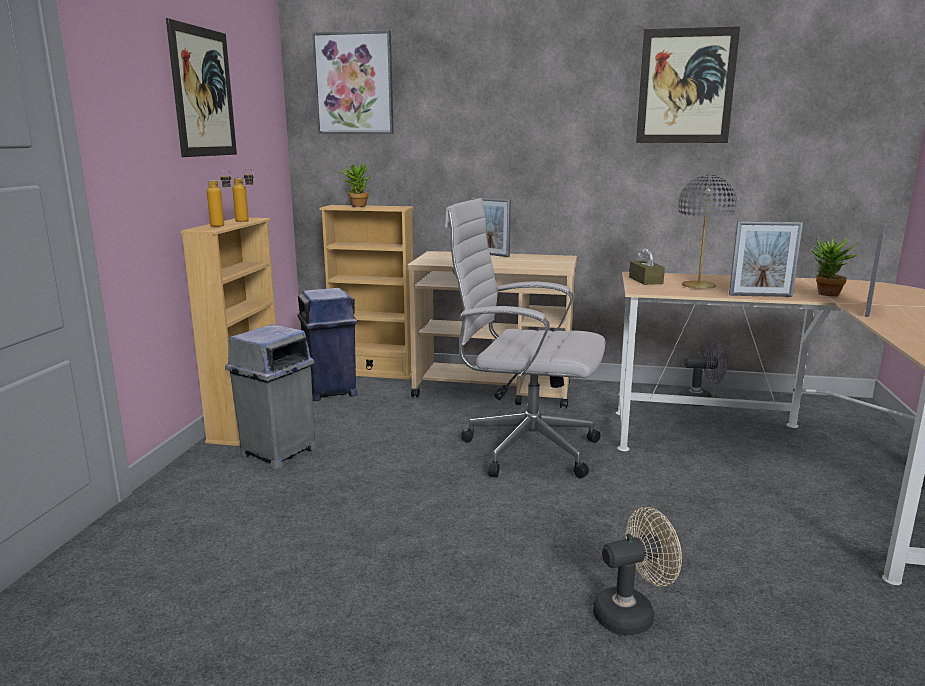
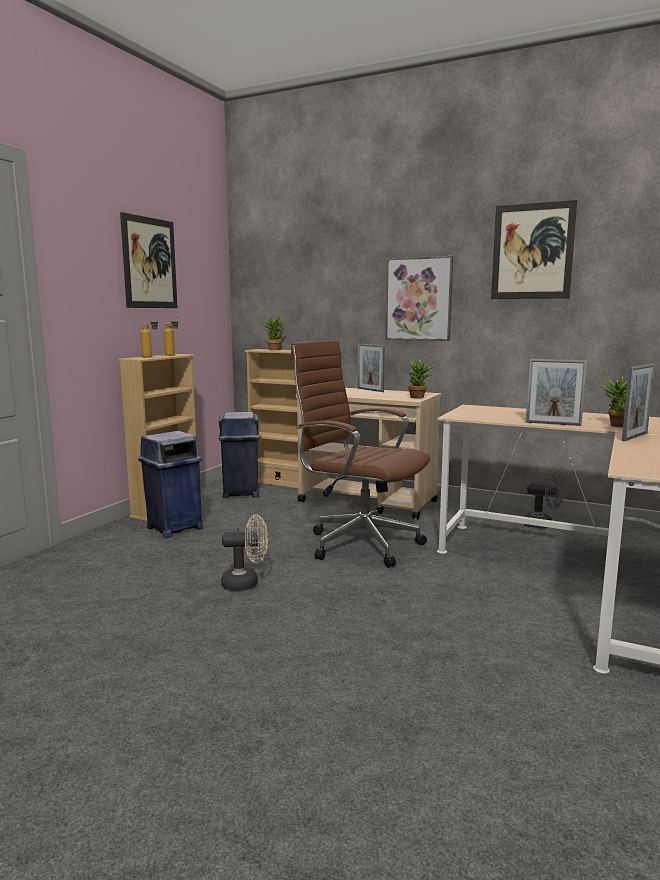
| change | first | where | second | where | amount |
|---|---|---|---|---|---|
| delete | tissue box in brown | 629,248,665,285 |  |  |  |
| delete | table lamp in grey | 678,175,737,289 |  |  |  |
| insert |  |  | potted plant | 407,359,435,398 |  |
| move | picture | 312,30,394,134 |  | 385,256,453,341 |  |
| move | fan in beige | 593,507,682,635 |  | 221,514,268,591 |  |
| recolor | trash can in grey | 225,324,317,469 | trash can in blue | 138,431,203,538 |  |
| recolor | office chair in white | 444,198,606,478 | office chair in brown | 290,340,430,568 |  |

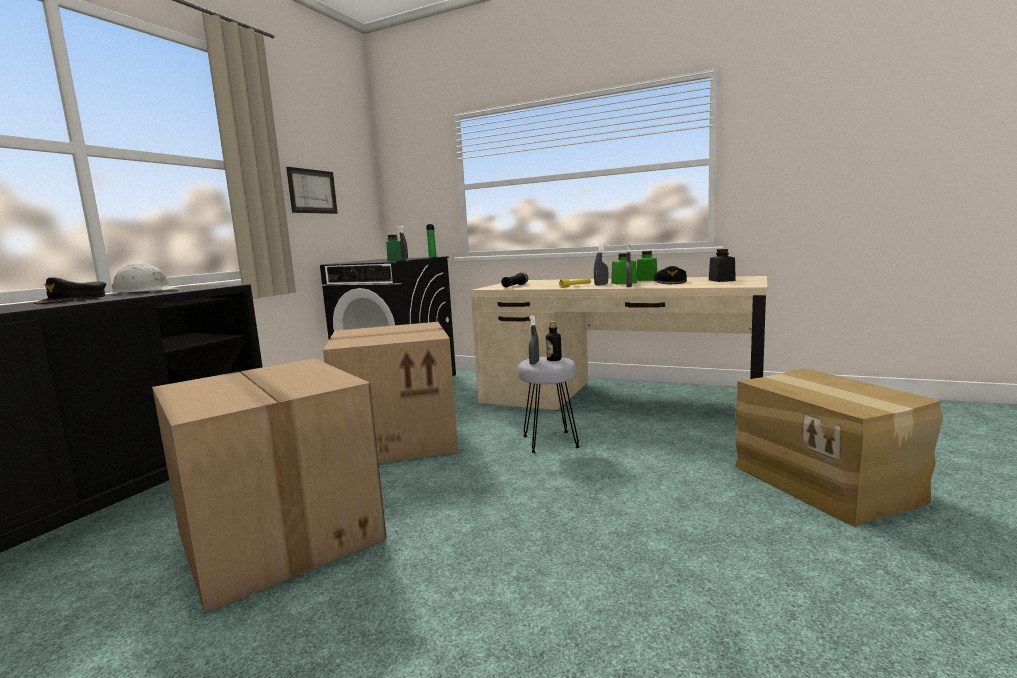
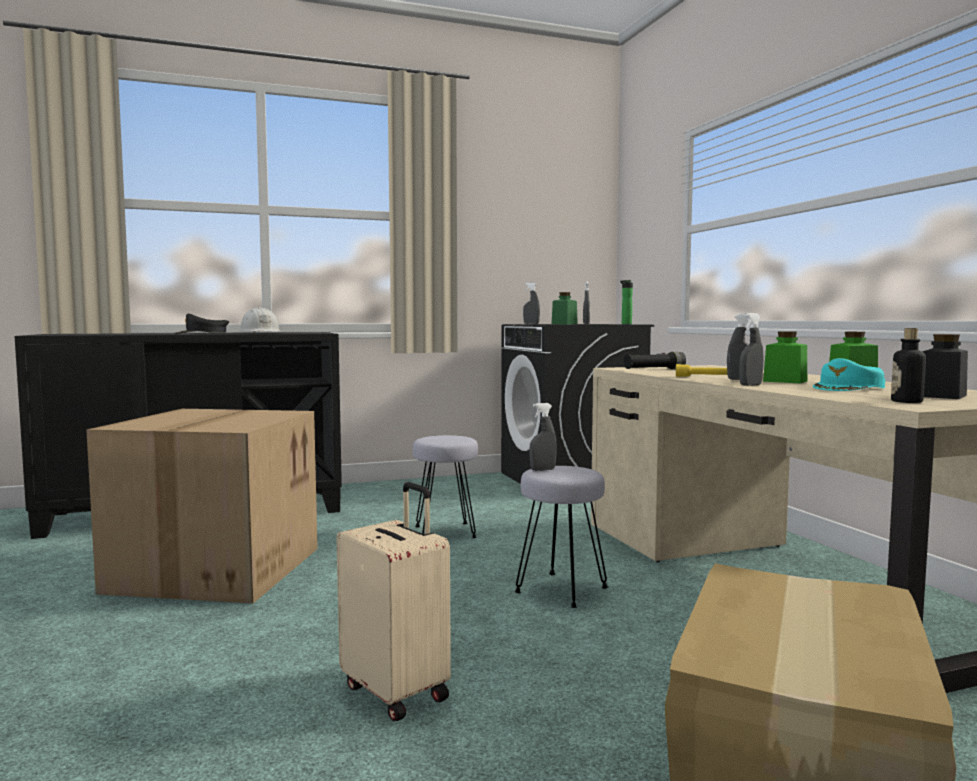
| change | first | where | second | where | amount |
|---|---|---|---|---|---|
| delete | picture | 286,167,338,214 |  |  |  |
| insert |  |  | suitcase in beige | 336,482,451,721 |  |
| insert |  |  | spray bottle in grey | 523,282,540,324 |  |
| move | bottle | 546,321,562,361 |  | 891,328,926,403 |  |
| replace | cardboard box | 323,322,458,463 | stool in grey | 413,435,478,539 |  |
| recolor | cap in black | 653,266,687,284 | cap in turquoise | 813,358,885,391 |  |

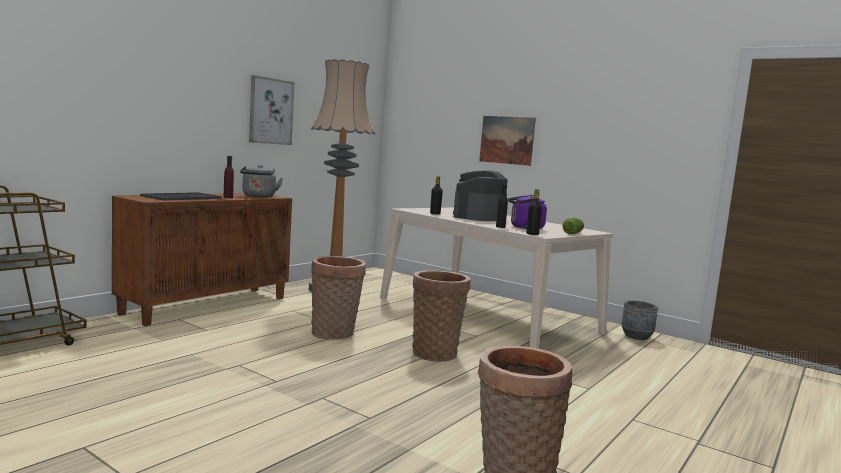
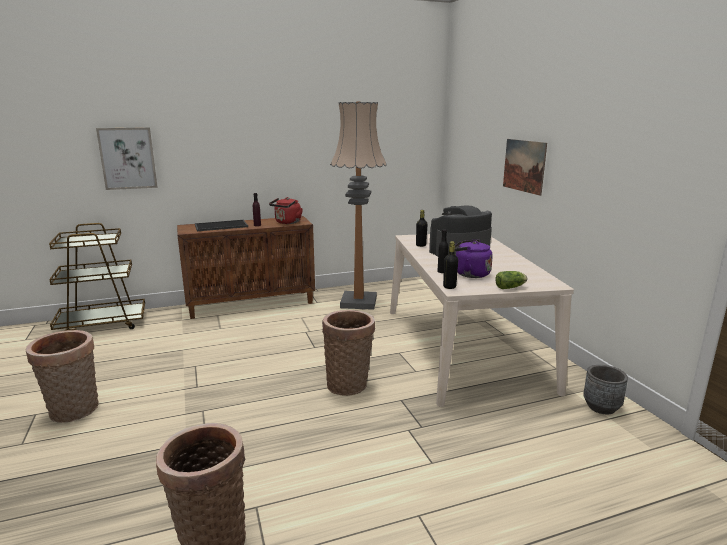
| change | first | where | second | where | amount |
|---|---|---|---|---|---|
| move | picture | 249,75,295,145 |  | 96,127,158,190 |  |
| move | basket | 311,256,366,340 |  | 26,330,99,423 |  |
| recolor | kettle in grey | 240,165,283,197 | kettle in red | 269,197,303,224 |  |

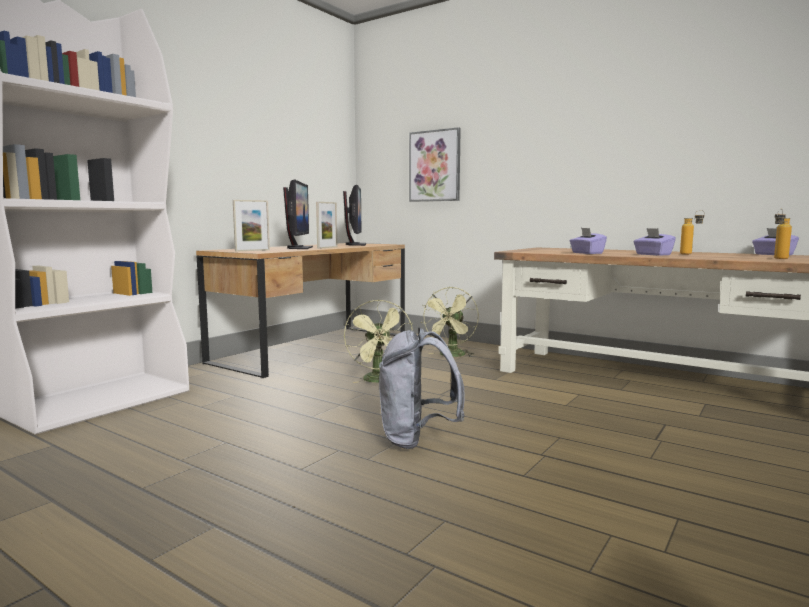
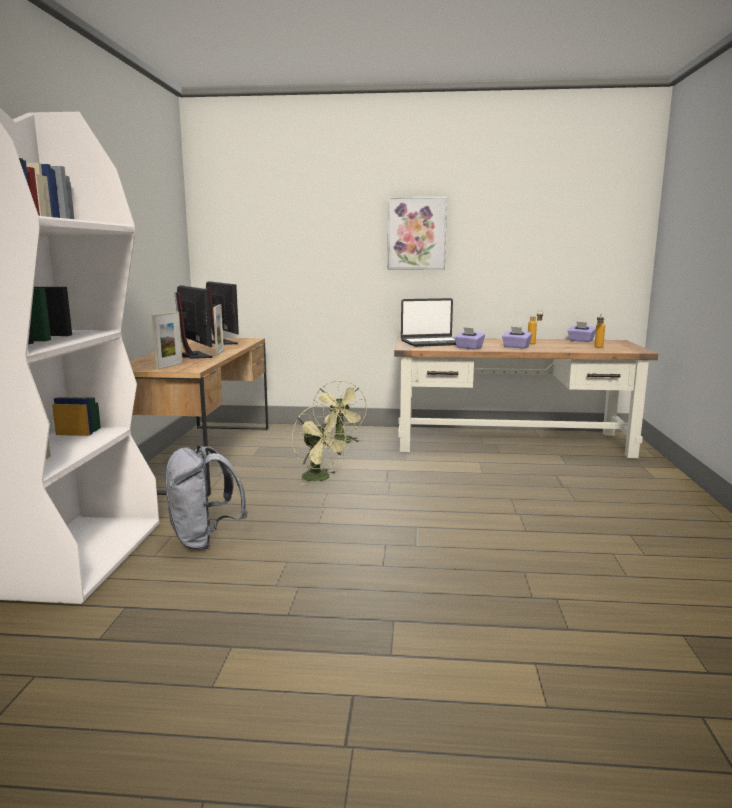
| change | first | where | second | where | amount |
|---|---|---|---|---|---|
| insert |  |  | laptop | 401,298,456,347 |  |
| move | backpack in grey | 379,328,465,449 |  | 165,445,248,550 |  |
| move | picture | 409,127,461,202 |  | 388,197,447,270 |  |

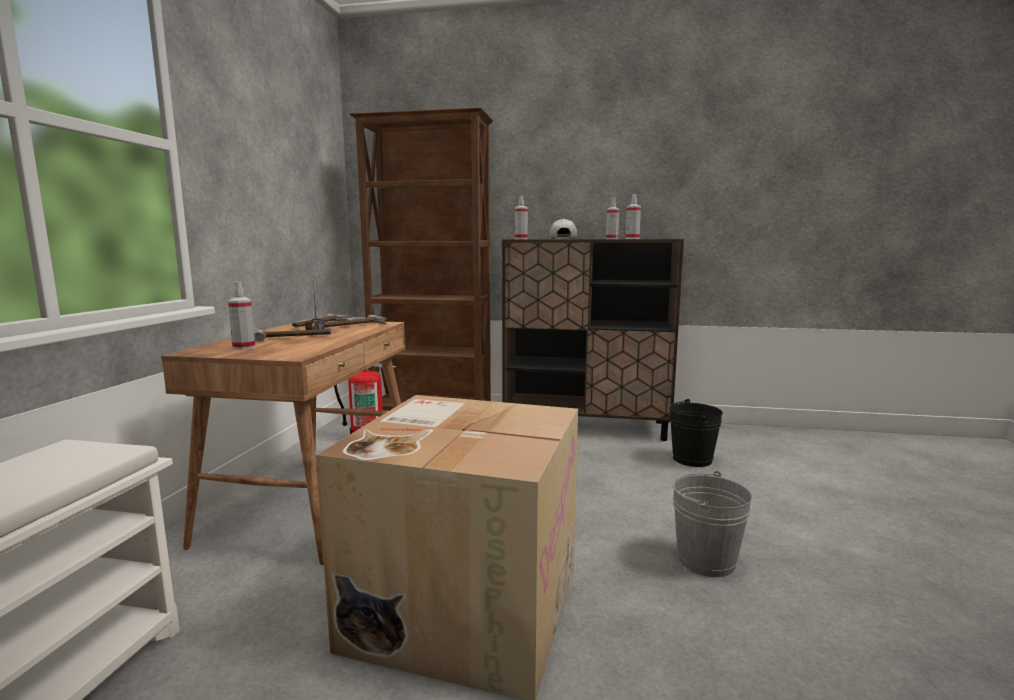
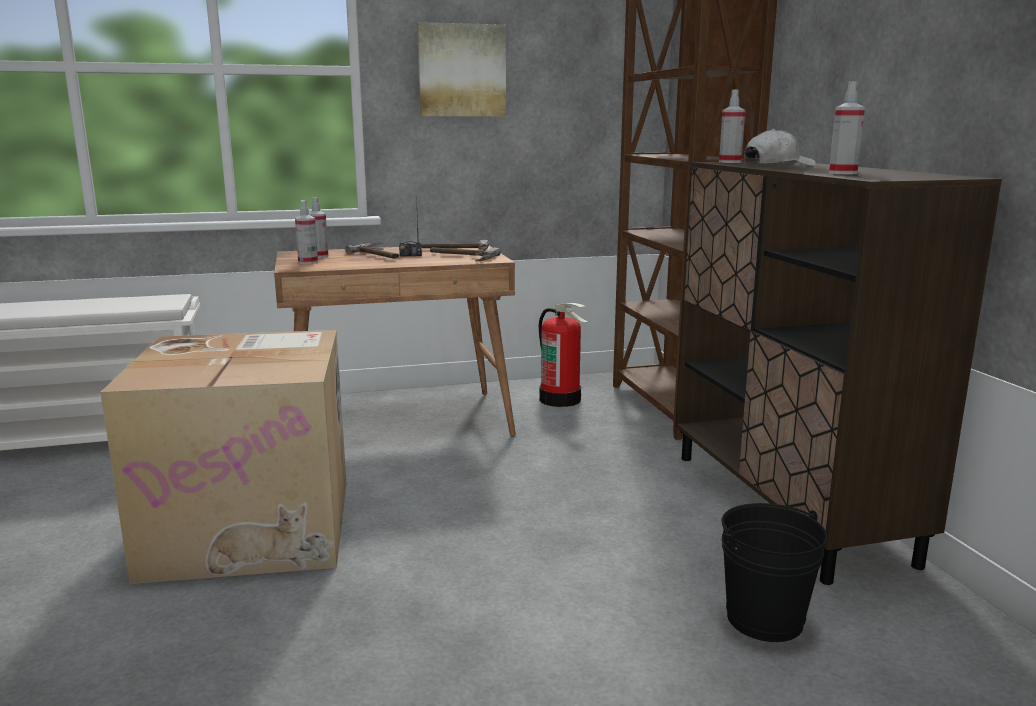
| change | first | where | second | where | amount |
|---|---|---|---|---|---|
| delete | bucket in grey | 672,471,752,577 |  |  |  |
| insert |  |  | picture | 417,22,506,116 |  |
| move | spray bottle | 606,197,619,239 |  | 295,200,318,264 |  |

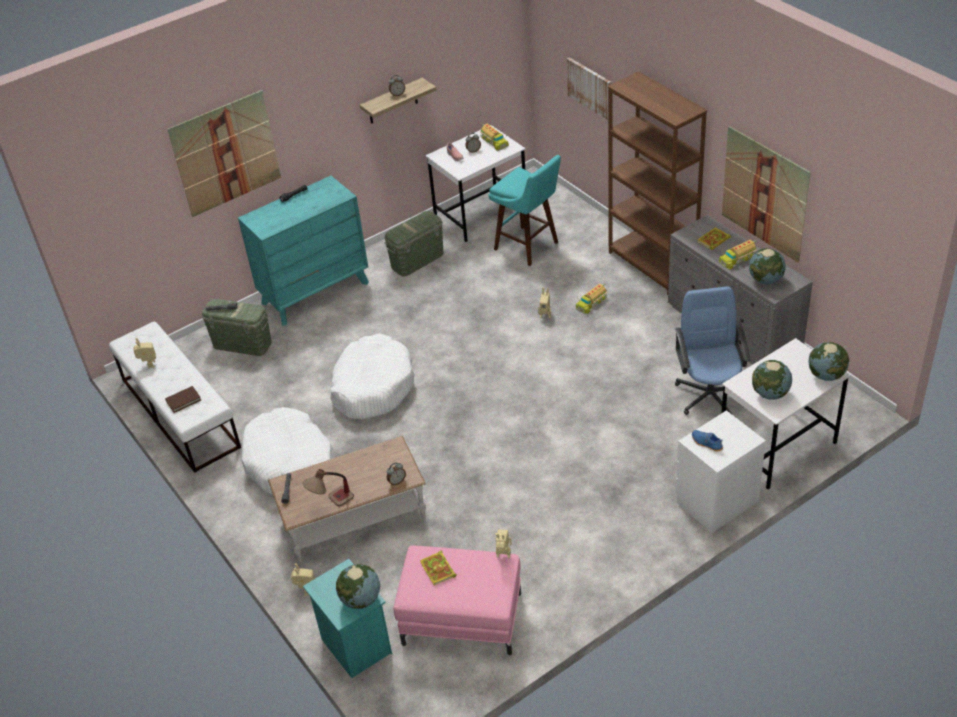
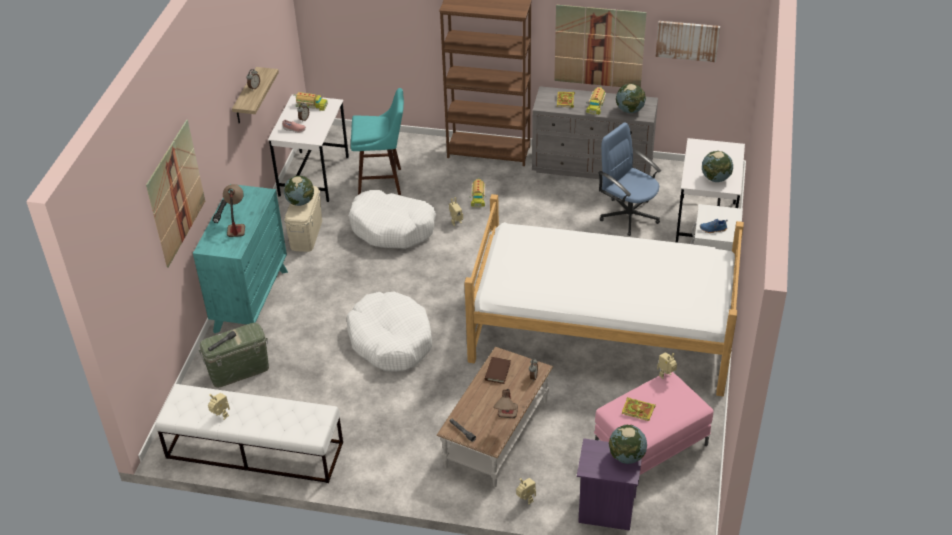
| change | first | where | second | where | amount |
|---|---|---|---|---|---|
| insert |  |  | table lamp | 223,184,245,237 |  |
| insert |  |  | bed | 464,194,744,396 |  |
| move | book in brown | 165,386,201,413 |  | 485,357,511,384 |  |
| move | dog bed in white | 242,407,334,495 |  | 349,190,436,249 |  |
| move | picture | 567,57,611,120 |  | 655,21,720,62 |  |
| move | globe | 808,342,849,381 |  | 284,176,314,206 |  |
| recolor | nightstand in turquoise | 303,559,392,678 | nightstand in purple | 577,438,642,531 |  |
| recolor | storage box in green | 384,211,443,276 | storage box in beige | 284,186,322,252 |  |

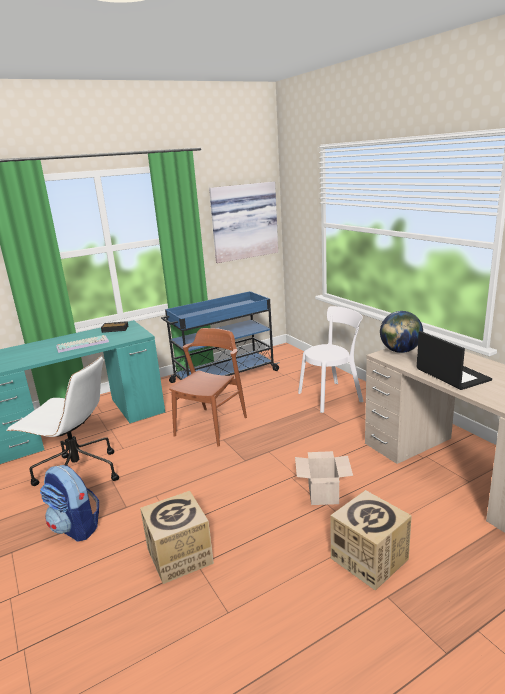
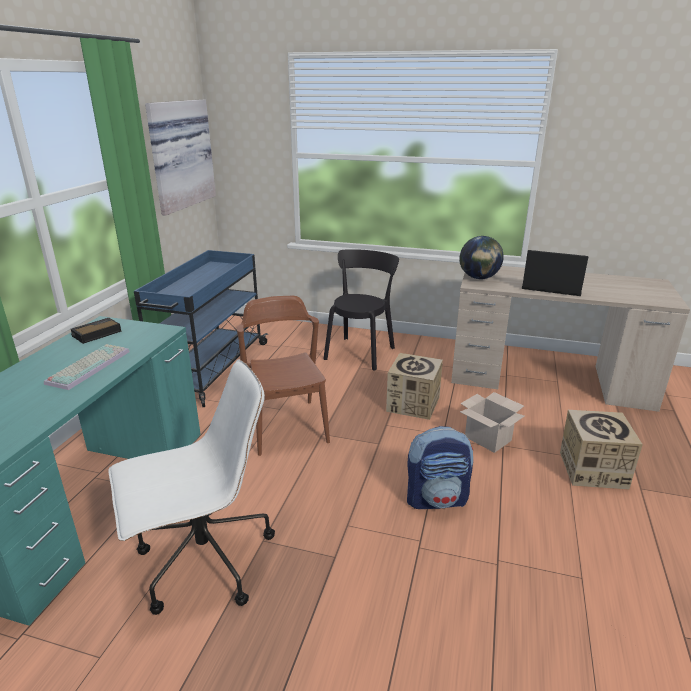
| change | first | where | second | where | amount |
|---|---|---|---|---|---|
| move | backpack | 40,465,99,542 |  | 407,426,473,509 |  |
| move | cardboard box | 140,491,214,584 |  | 386,353,443,420 |  |
| recolor | chair in white | 298,306,363,413 | chair in black | 323,249,399,371 |  |

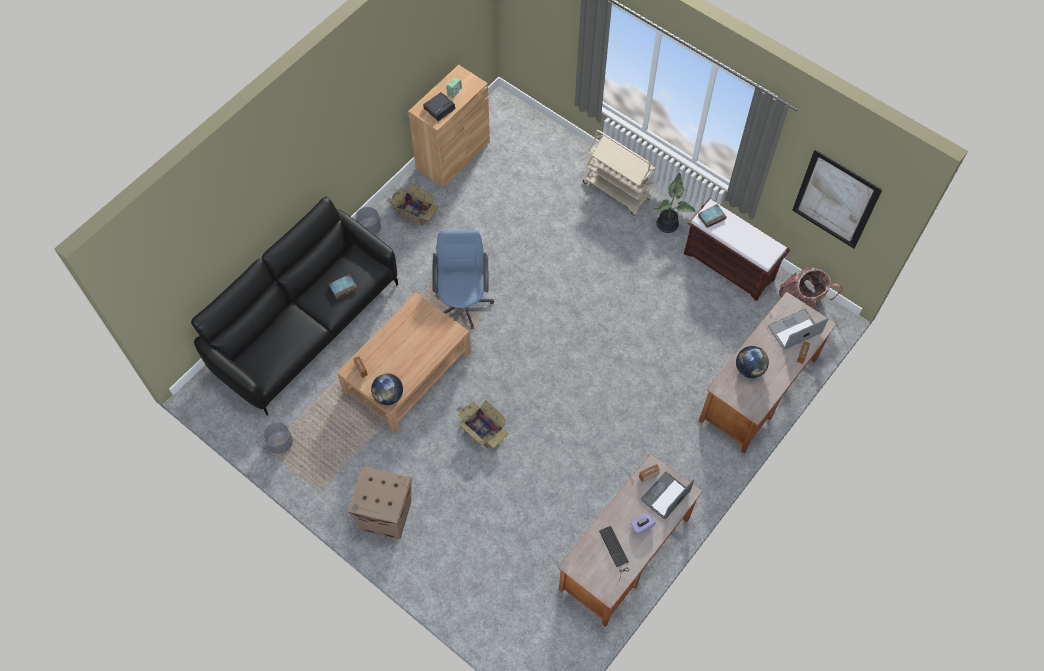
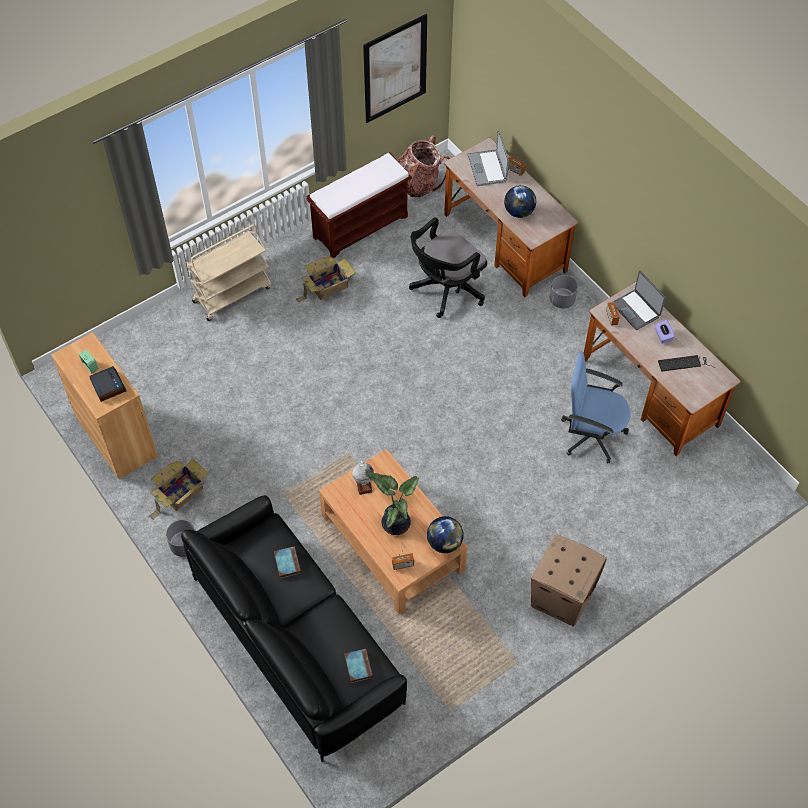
| change | first | where | second | where | amount |
|---|---|---|---|---|---|
| insert |  |  | globe | 352,461,374,495 |  |
| insert |  |  | office chair in black | 409,217,487,318 |  |
| move | planter in grey | 263,422,293,454 |  | 550,275,578,309 |  |
| move | office chair in blue | 433,230,494,329 |  | 561,352,631,463 |  |
| move | cardboard box | 457,400,509,448 |  | 296,257,356,303 |  |
| move | potted plant | 653,173,696,233 |  | 366,473,419,535 |  |
| move | book | 698,204,727,228 |  | 344,649,373,683 |  |

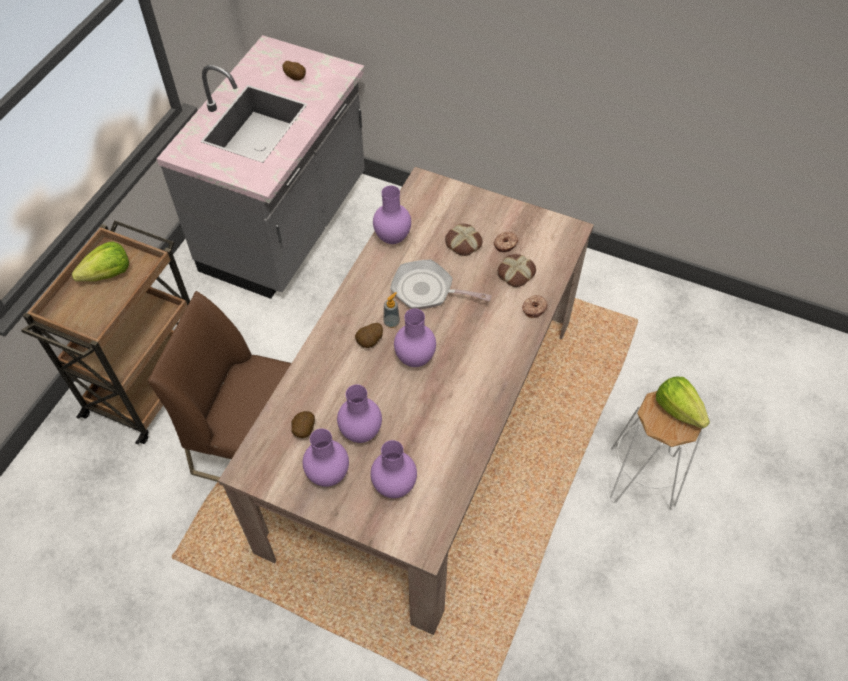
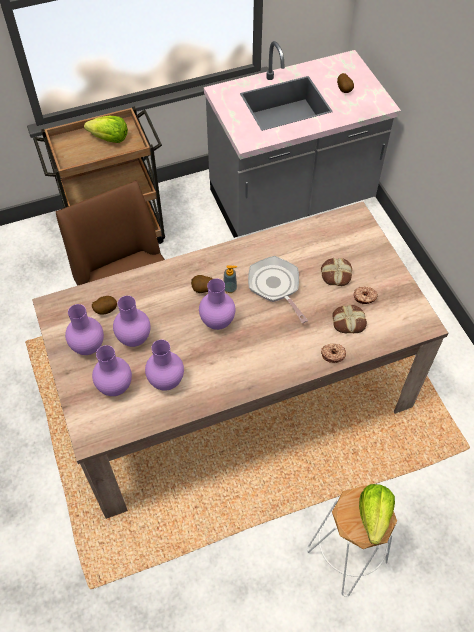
| change | first | where | second | where | amount |
|---|---|---|---|---|---|
| move | vase in purple | 373,186,411,244 |  | 145,340,184,391 |  |

